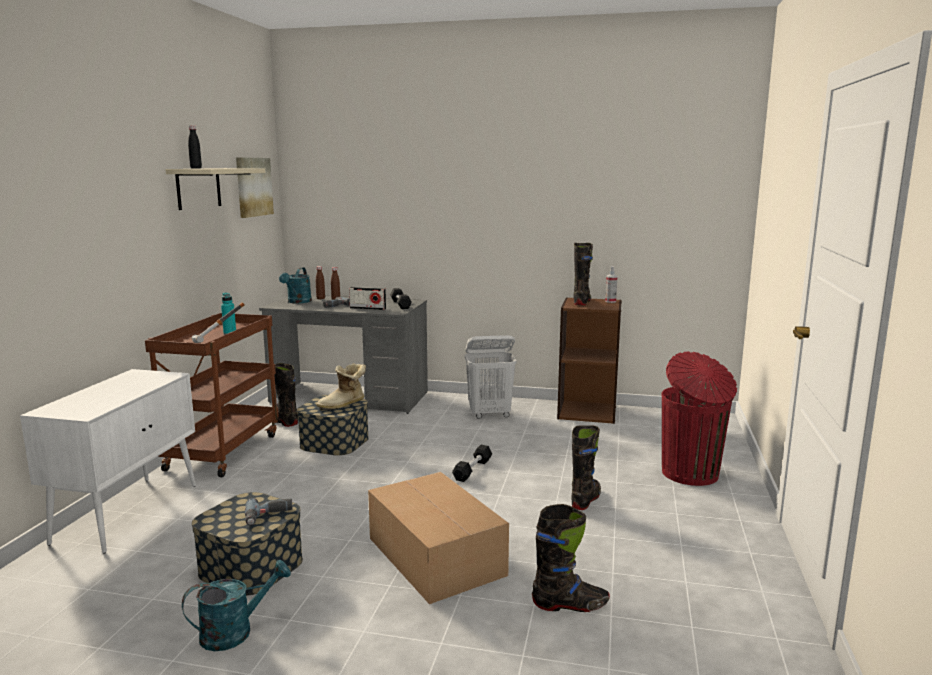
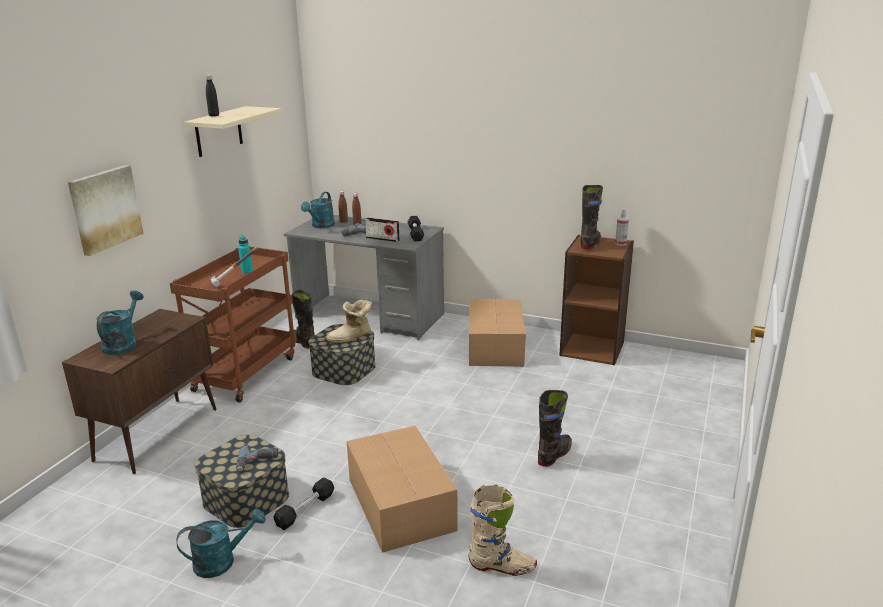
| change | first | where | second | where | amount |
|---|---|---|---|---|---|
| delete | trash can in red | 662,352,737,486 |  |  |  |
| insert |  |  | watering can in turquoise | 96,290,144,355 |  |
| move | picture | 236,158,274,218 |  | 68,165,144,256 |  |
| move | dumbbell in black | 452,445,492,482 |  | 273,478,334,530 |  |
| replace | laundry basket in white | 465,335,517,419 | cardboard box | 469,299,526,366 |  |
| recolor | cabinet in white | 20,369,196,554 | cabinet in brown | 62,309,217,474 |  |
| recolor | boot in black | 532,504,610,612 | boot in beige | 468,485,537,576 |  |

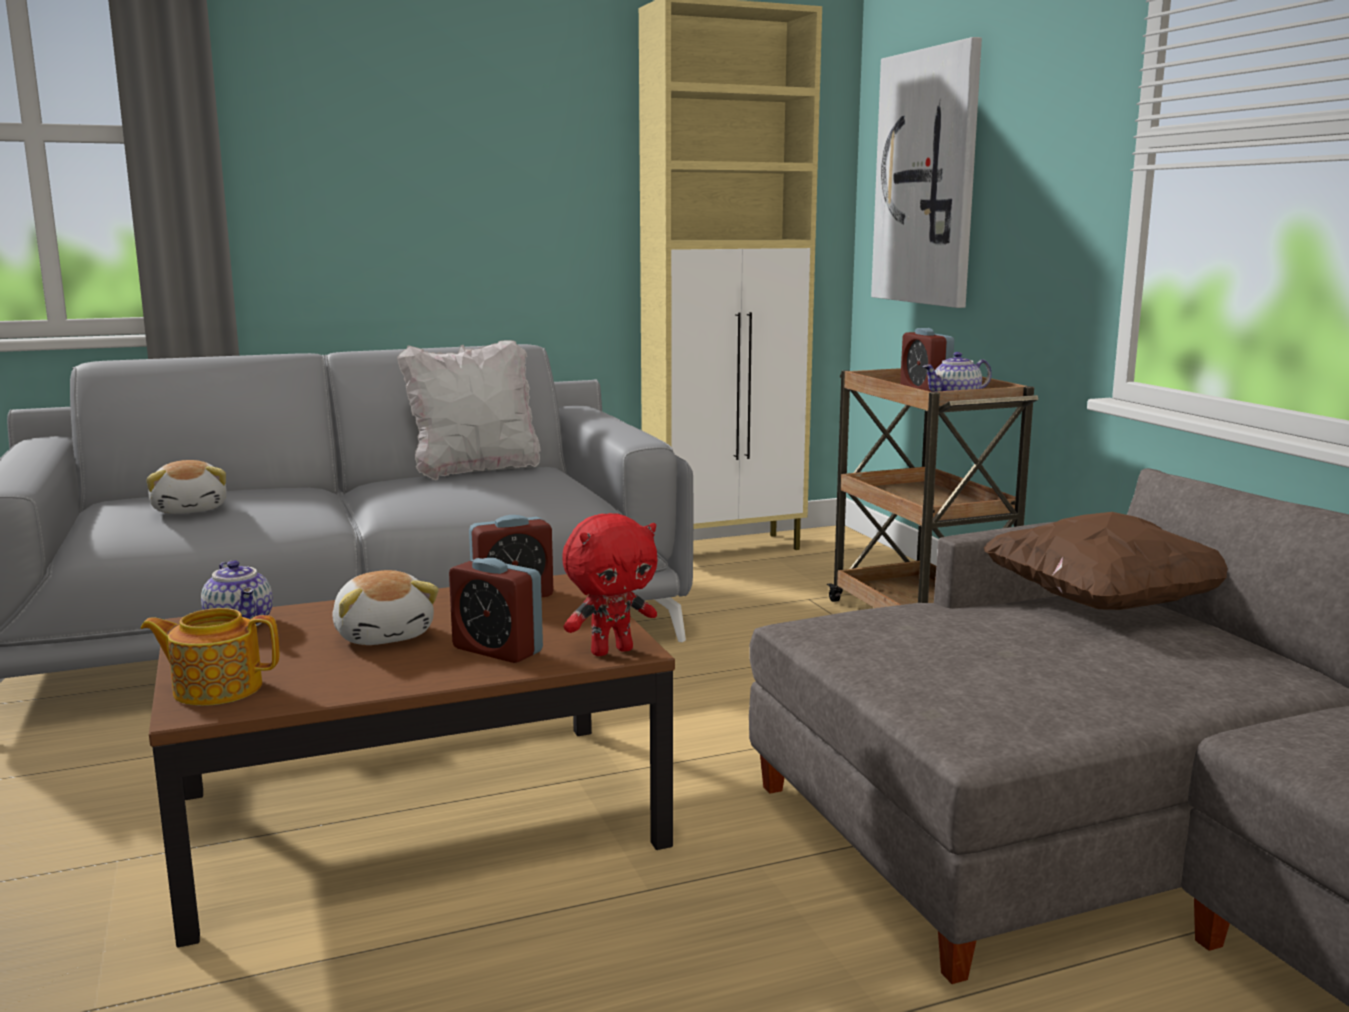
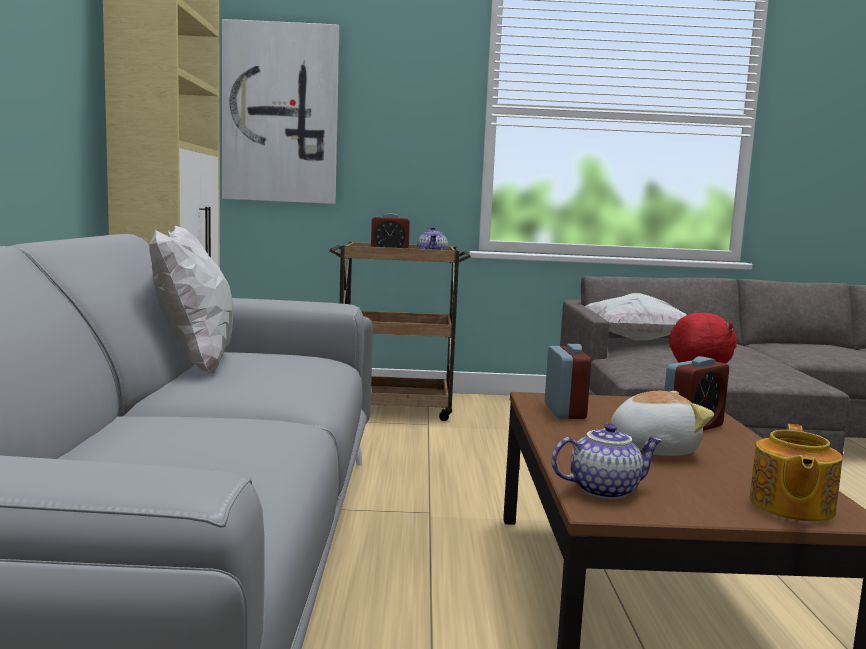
| change | first | where | second | where | amount |
|---|---|---|---|---|---|
| delete | plush toy | 146,460,227,514 |  |  |  |
| recolor | pillow in brown | 984,512,1228,610 | pillow in white | 585,293,686,340 |  |

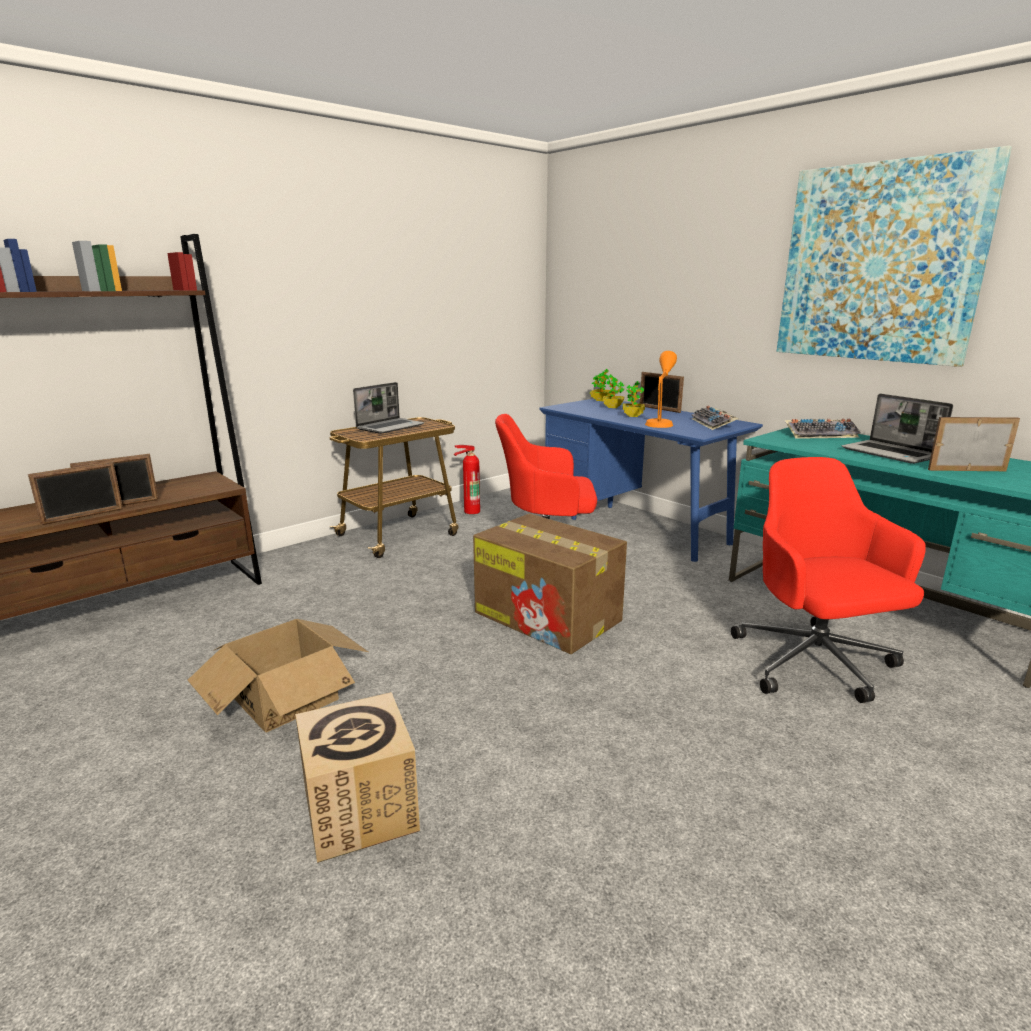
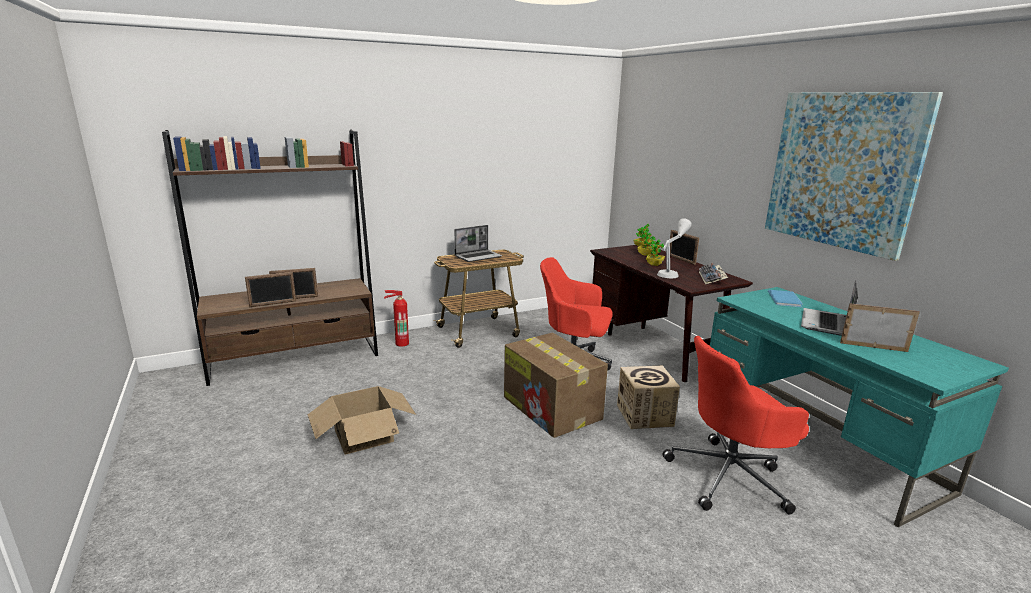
| change | first | where | second | where | amount |
|---|---|---|---|---|---|
| move | cardboard box | 295,692,420,863 |  | 617,365,680,429 |  |
| move | fire extinguisher | 454,445,480,514 |  | 384,290,409,347 |  |
| replace | keyboard | 785,419,861,439 | book in blue | 768,290,803,307 |  |
| recolor | desk in blue | 539,399,763,562 | desk in brown | 590,245,753,382 |  |
| recolor | table lamp in orange | 645,351,677,428 | table lamp in grey | 657,218,692,278 |  |
| rotate | office chair in red | 731,457,926,703 |  | 662,336,809,514 | 105 degrees counterclockwise |
| rotate | laptop | 841,394,953,464 |  | 801,280,858,336 | 45 degrees clockwise |

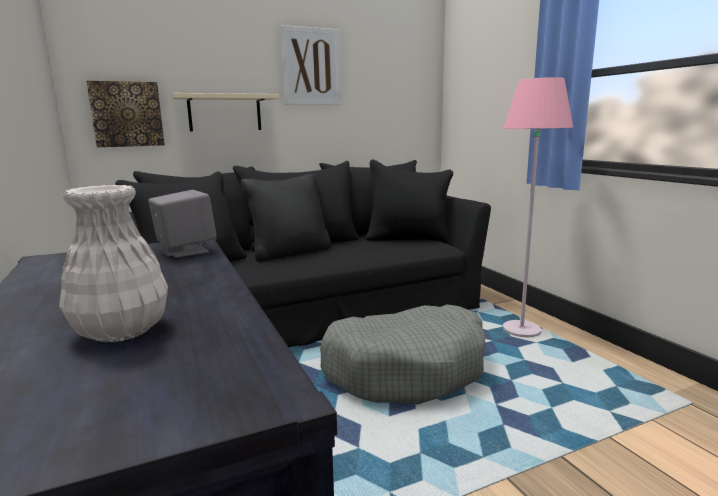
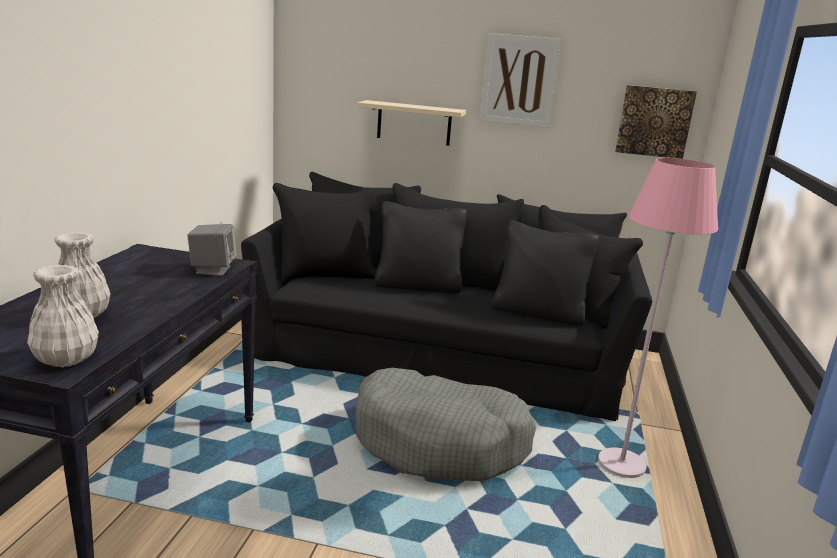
| change | first | where | second | where | amount |
|---|---|---|---|---|---|
| insert |  |  | vase in white | 27,265,99,367 |  |
| insert |  |  | pillow in black | 492,220,599,326 |  |
| move | picture | 87,81,165,147 |  | 615,85,697,159 |  |

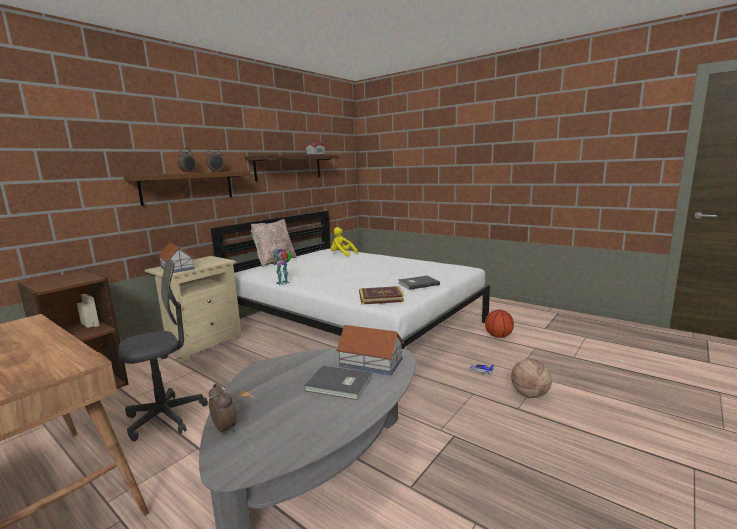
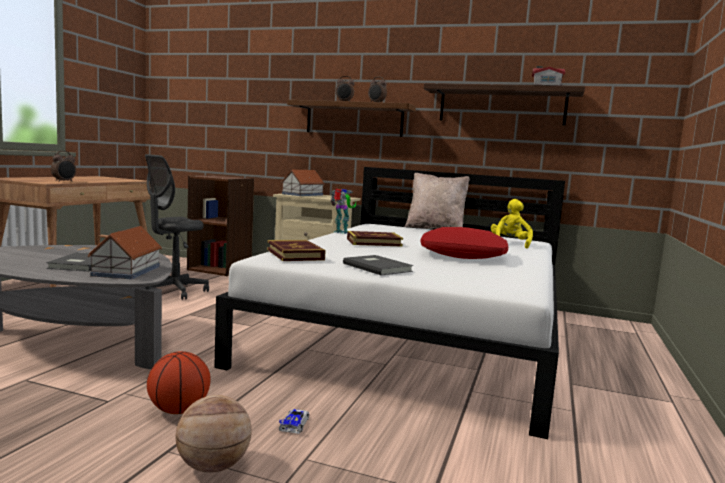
| change | first | where | second | where | amount |
|---|---|---|---|---|---|
| insert |  |  | book | 347,231,403,247 |  |
| insert |  |  | pillow in red | 420,227,508,259 |  |
| move | alarm clock | 209,383,236,435 |  | 51,151,76,182 |  |
| move | basketball | 485,310,514,338 |  | 147,351,211,414 |  |
| rotate | office chair in grey | 119,258,208,441 |  | 145,154,209,300 | 90 degrees clockwise |

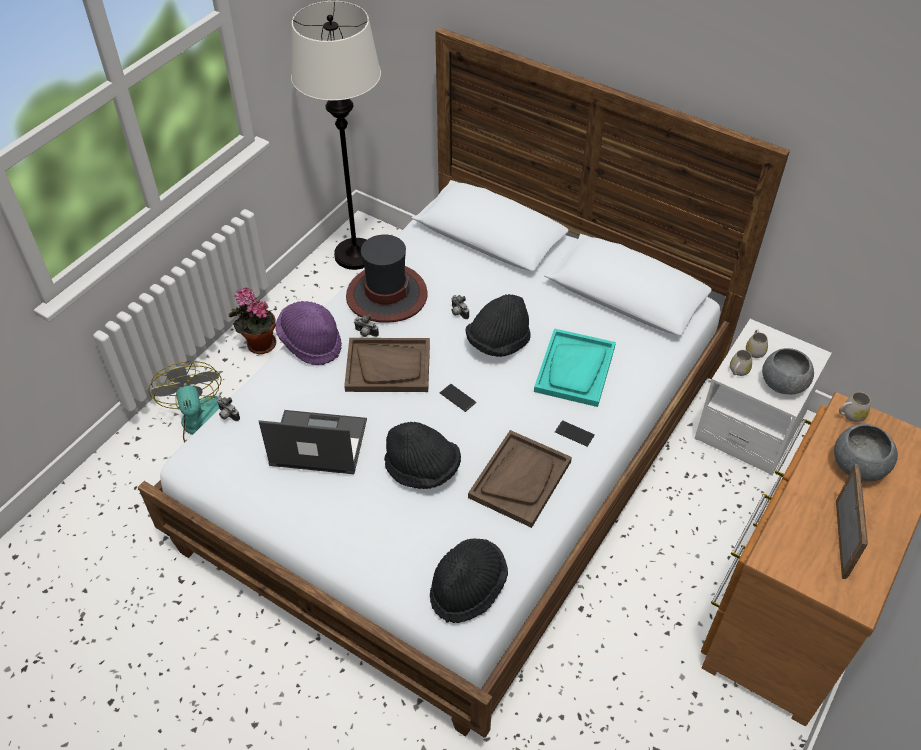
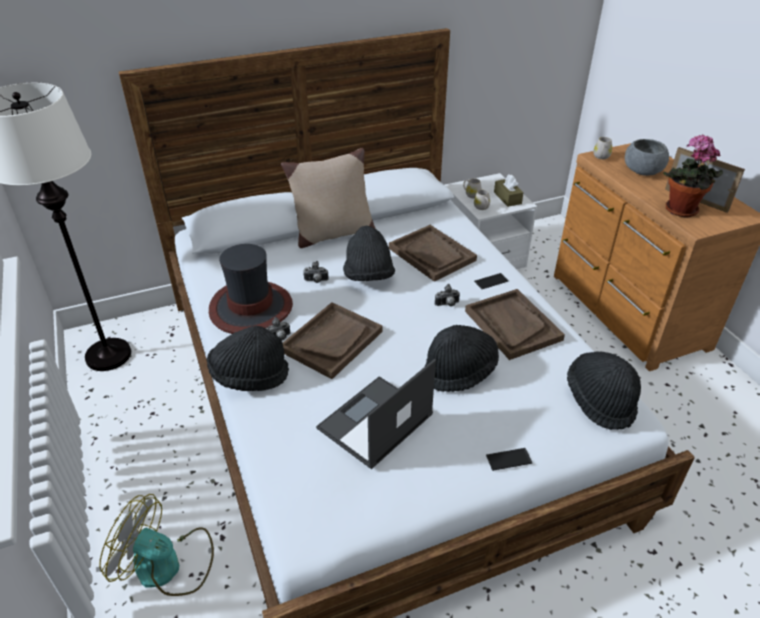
| change | first | where | second | where | amount |
|---|---|---|---|---|---|
| insert |  |  | pillow in beige | 281,148,376,248 |  |
| move | photo camera | 217,397,240,421 |  | 435,284,460,306 |  |
| move | potted plant | 229,288,276,354 |  | 663,135,723,218 |  |
| move | phone | 440,384,477,412 |  | 486,448,532,471 |  |
| replace | bowl in grey | 762,348,814,394 | tissue box in brown | 494,174,524,207 |  |
| recolor | hat in purple | 276,301,342,365 | hat in black | 207,326,289,391 |  |
| recolor | tray in turquoise | 534,328,616,407 | tray in brown | 389,225,477,282 |  |

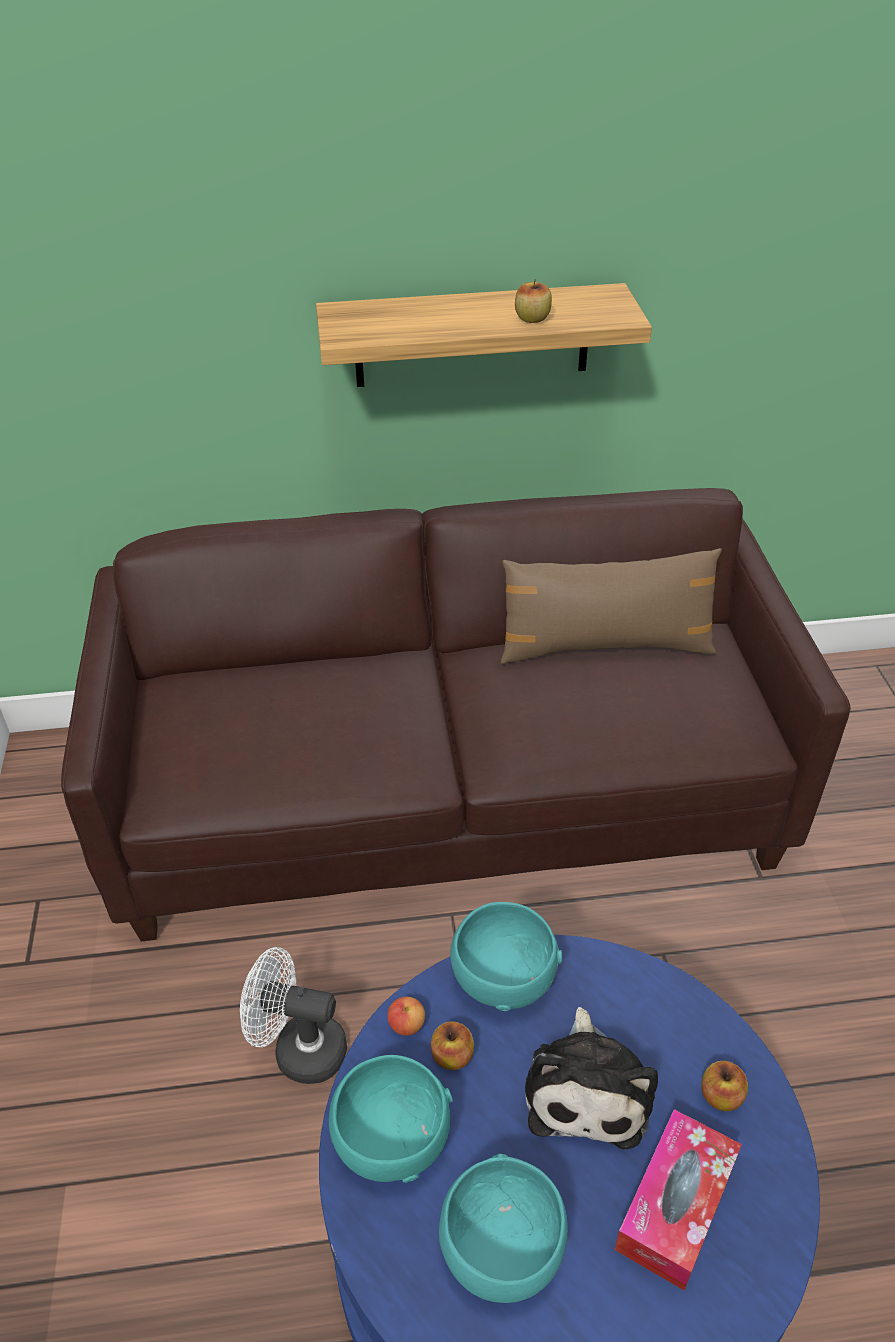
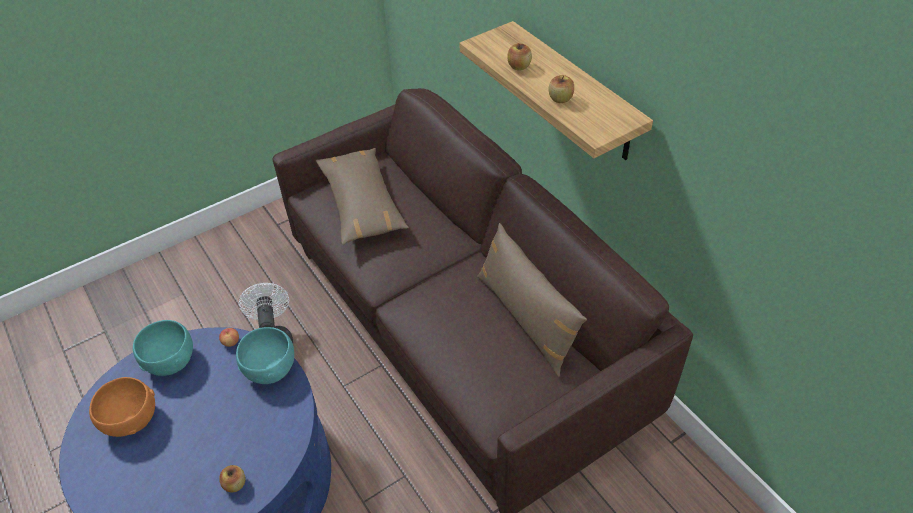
| change | first | where | second | where | amount |
|---|---|---|---|---|---|
| delete | plush toy | 525,1007,658,1149 |  |  |  |
| delete | tissue box | 615,1109,742,1290 |  |  |  |
| insert |  |  | pillow in brown | 316,148,409,245 |  |
| move | apple | 431,1021,474,1070 |  | 507,43,532,70 |  |
| recolor | bowl in turquoise | 439,1154,568,1303 | bowl in orange | 89,377,155,437 |  |

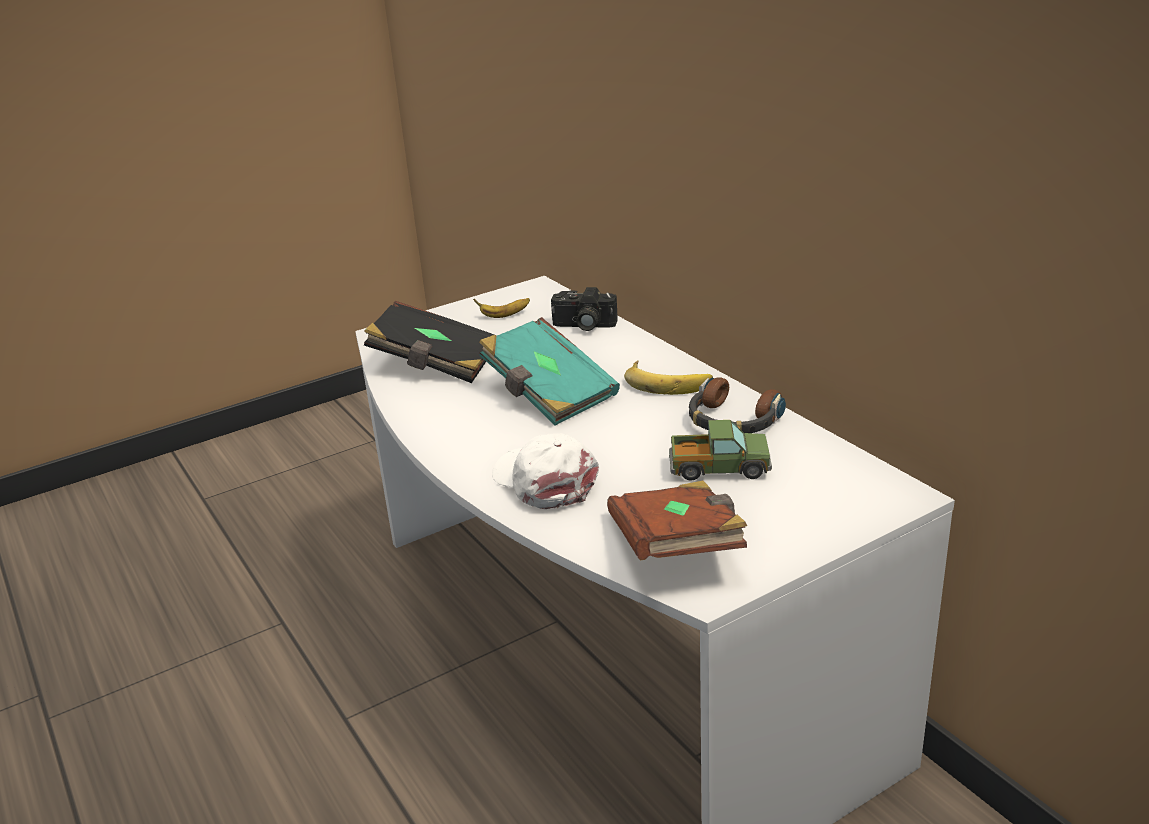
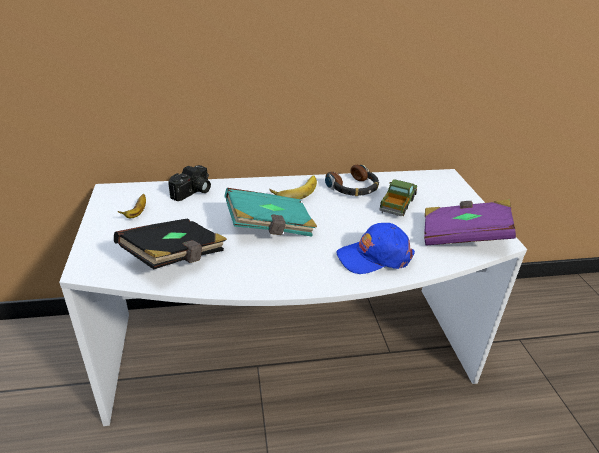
| change | first | where | second | where | amount |
|---|---|---|---|---|---|
| recolor | cap in white | 492,433,599,509 | cap in blue | 336,223,415,274 |  |
| recolor | book in brown | 607,481,747,560 | book in purple | 424,199,516,246 |  |

